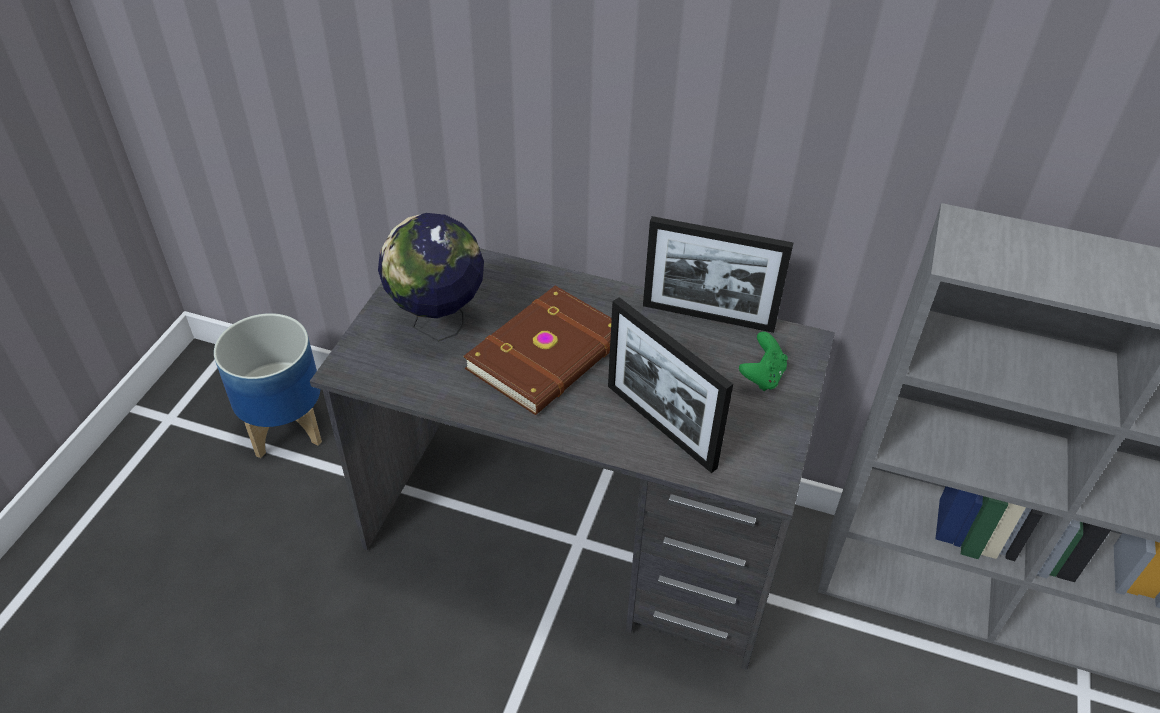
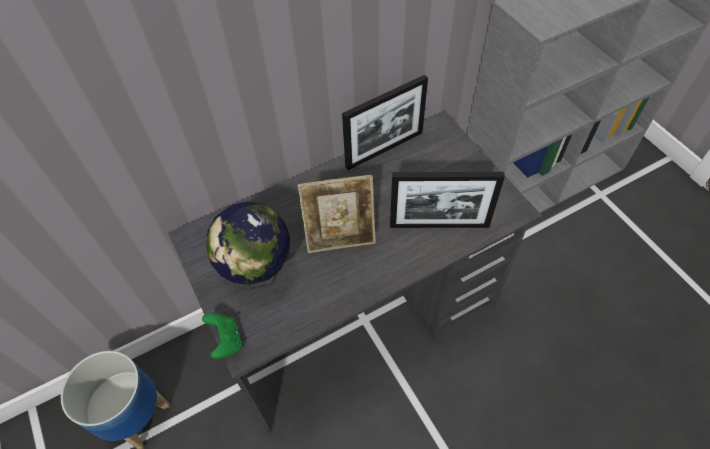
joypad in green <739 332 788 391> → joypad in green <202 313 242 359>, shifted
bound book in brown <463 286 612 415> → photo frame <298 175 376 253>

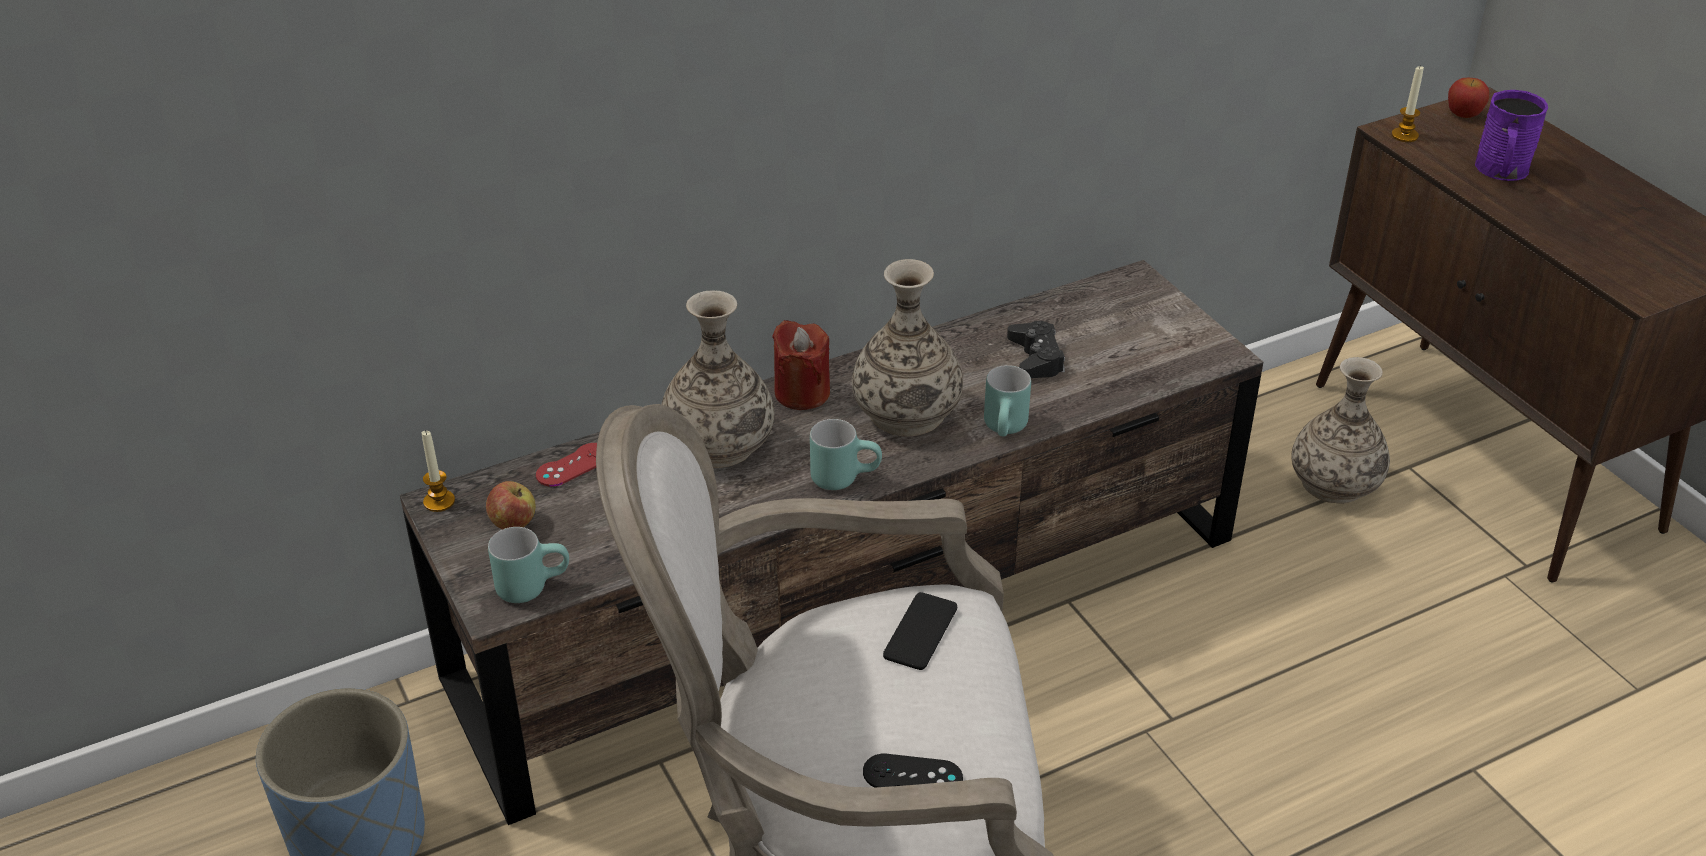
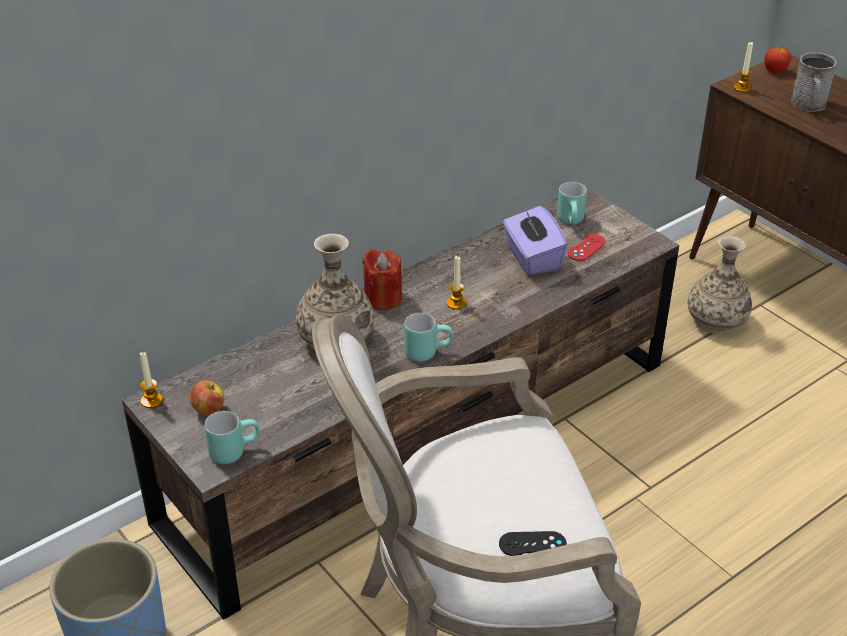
phone <883 592 957 670> → -
joypad in reddish <536 443 597 487> → joypad in reddish <568 234 606 261>, shifted
coffee mug in blue-green <984 365 1031 437> → coffee mug in blue-green <557 182 587 225>, shifted
vase <852 259 963 436> → candle <447 256 466 310>
joypad in black <1007 321 1065 378> → tissue box in purple <503 206 568 275>
coffee mug in purple <1475 90 1548 181> → coffee mug in greyish <791 52 837 112>

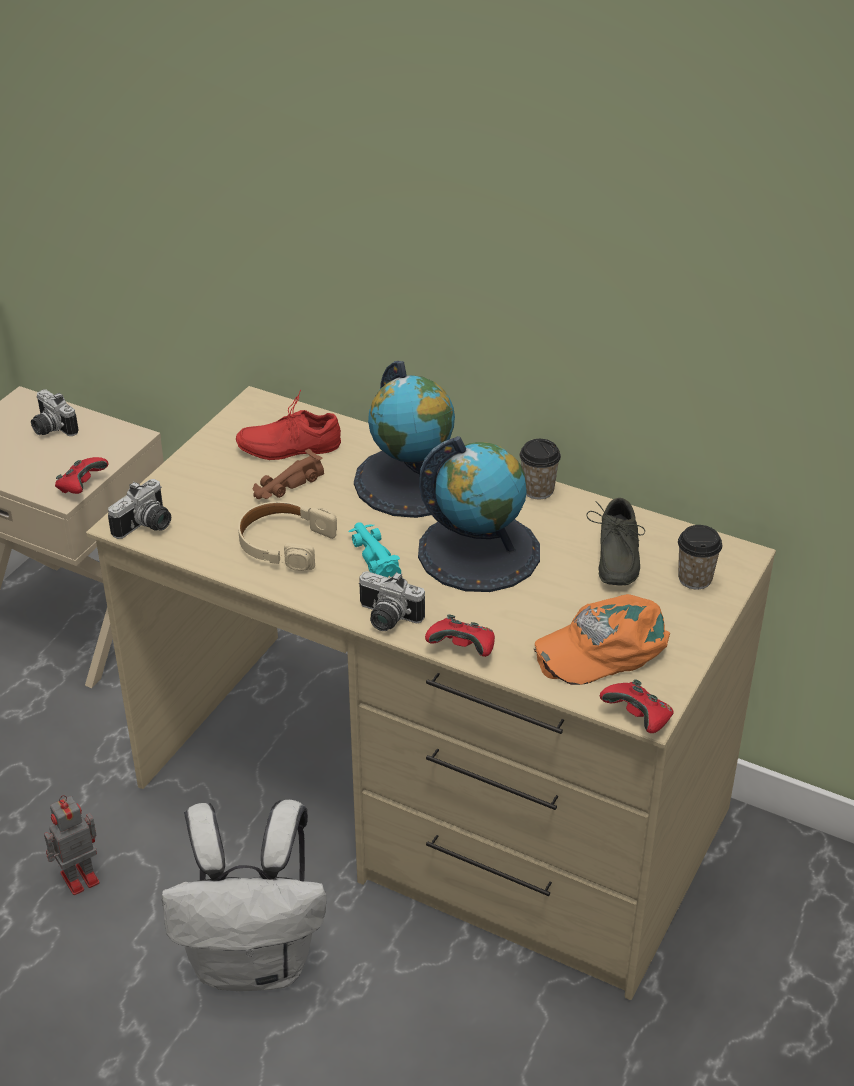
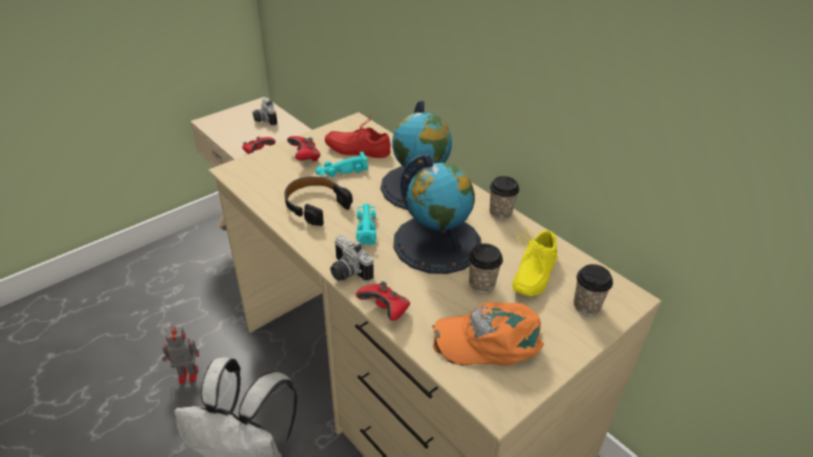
still camera <108 479 171 539> → -
- → cup <469 244 503 293>
joypad in reddish <600 679 674 733> → joypad in reddish <287 136 321 161>, shifted
pair of headphones in beige <238 502 337 571> → pair of headphones in black <285 177 353 226>
model car in brown <252 449 324 499> → model car in blue-green <315 151 368 177>
item of footwear in greyish <586 498 645 585> → item of footwear in yellow-coloured <512 227 559 296>

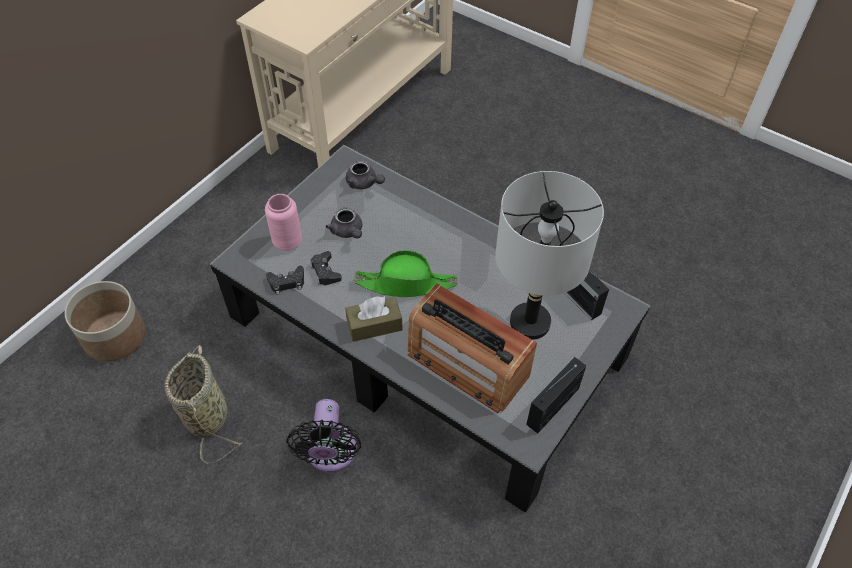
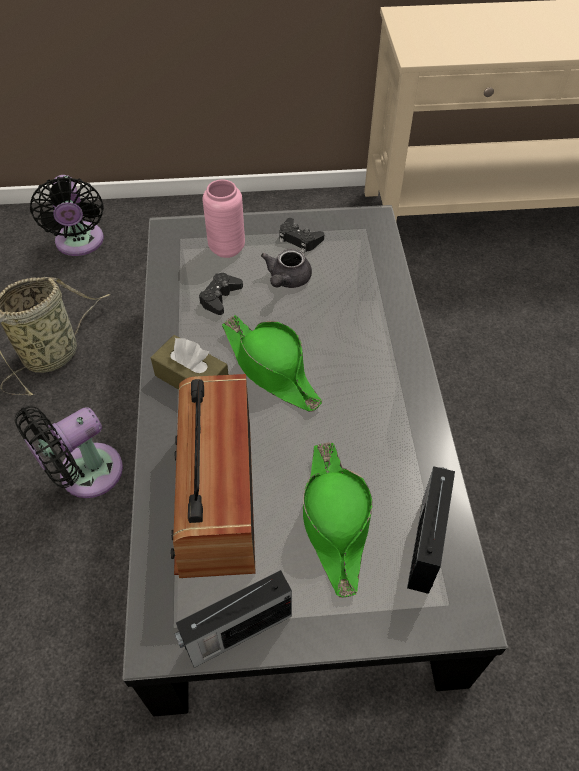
teapot in greyish <346 161 385 189> → -
joypad in black <266 266 304 295> → joypad in black <279 218 324 253>, shifted
flower pot <65 281 145 362> → electric fan in black <30 175 104 256>
tabletop lamp in greyish <495 171 604 340> → wearable hat in green <303 442 372 598>
radio set <526 357 586 434> → radio set <174 570 292 668>, 150 degrees clockwise

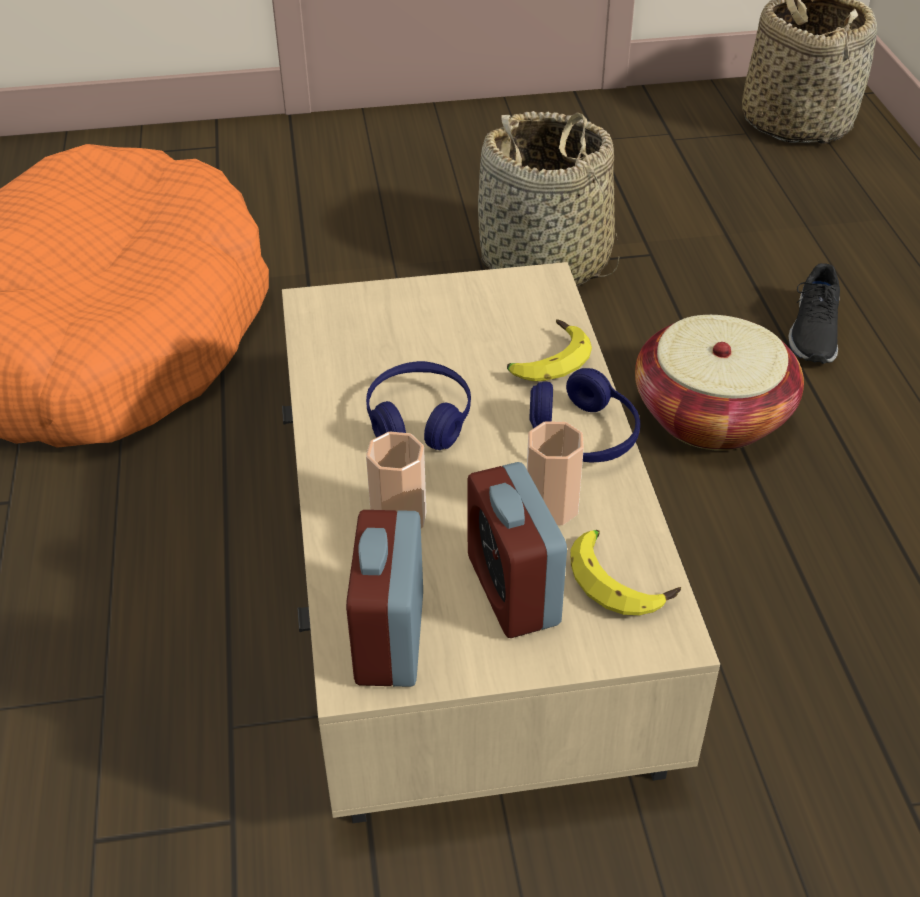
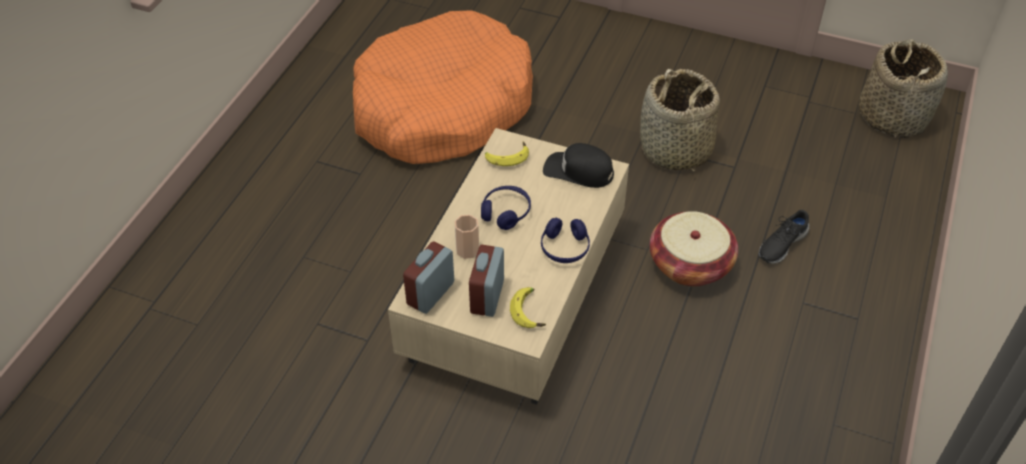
cup <527 421 584 525> → -
- → peaked cap in black <543 143 614 188>
banana fruit <507 319 592 381> → banana fruit <485 141 529 166>, shifted

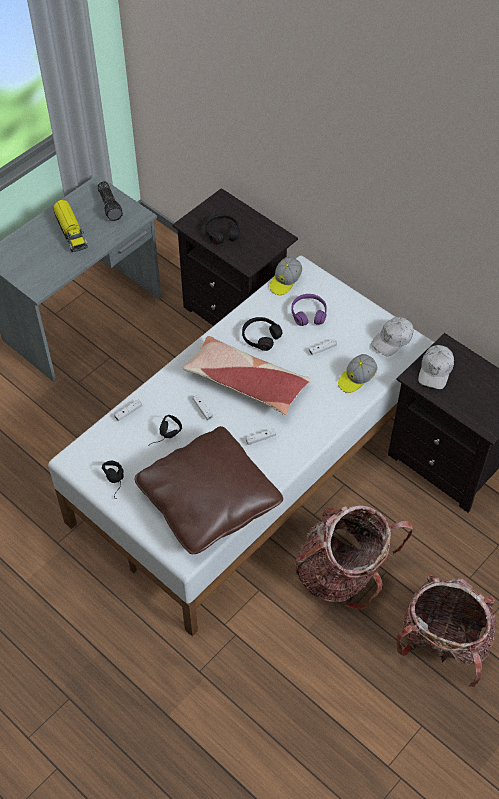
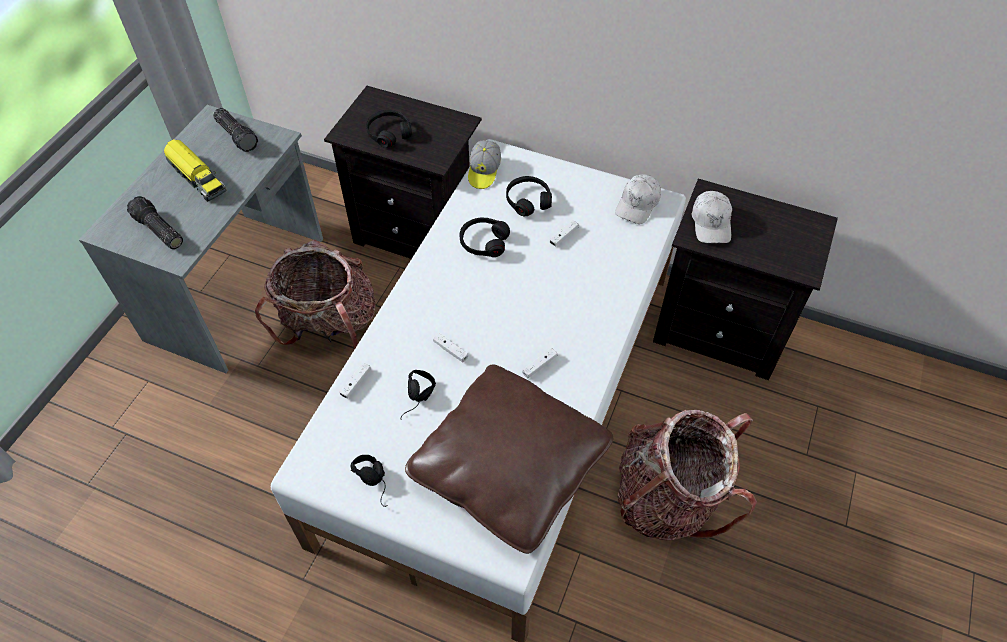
pillow <183 336 311 415> → -
peaked cap <338 354 378 393> → -
- → flashlight <127 196 183 249>
backpack <396 574 496 687> → backpack <255 240 376 350>, shifted
pair of headphones in purple <291 294 327 326> → pair of headphones in black <506 176 552 216>

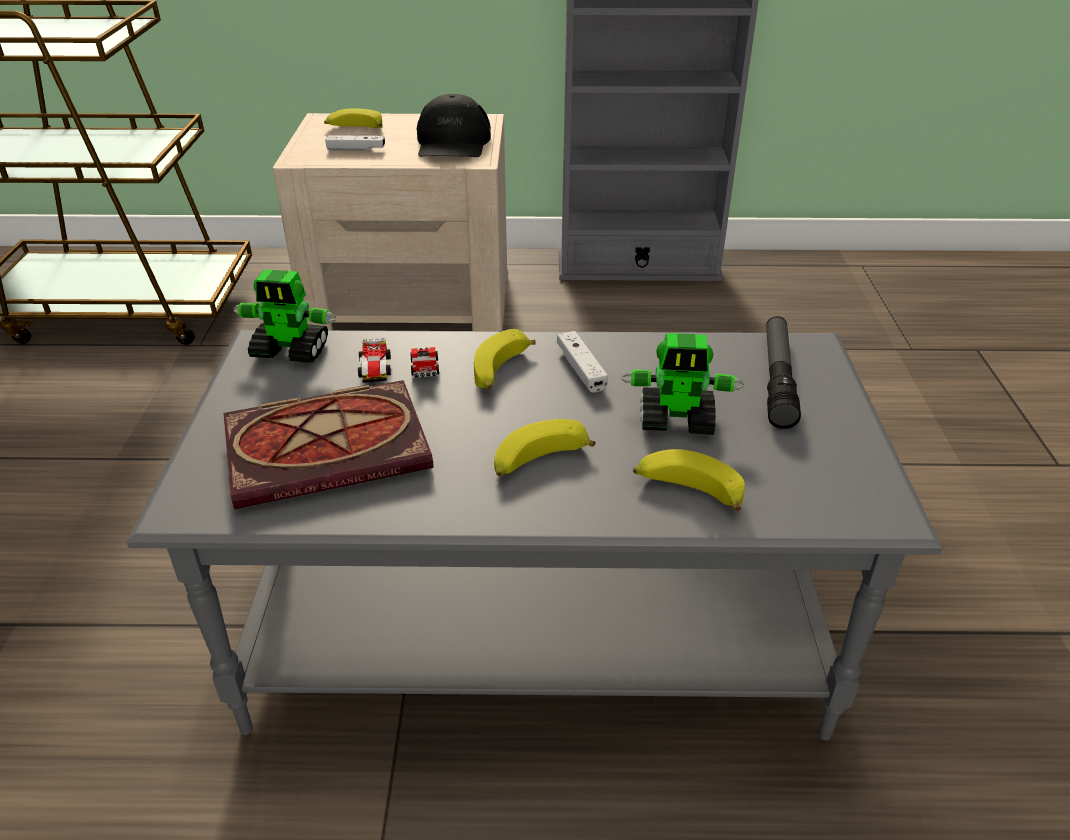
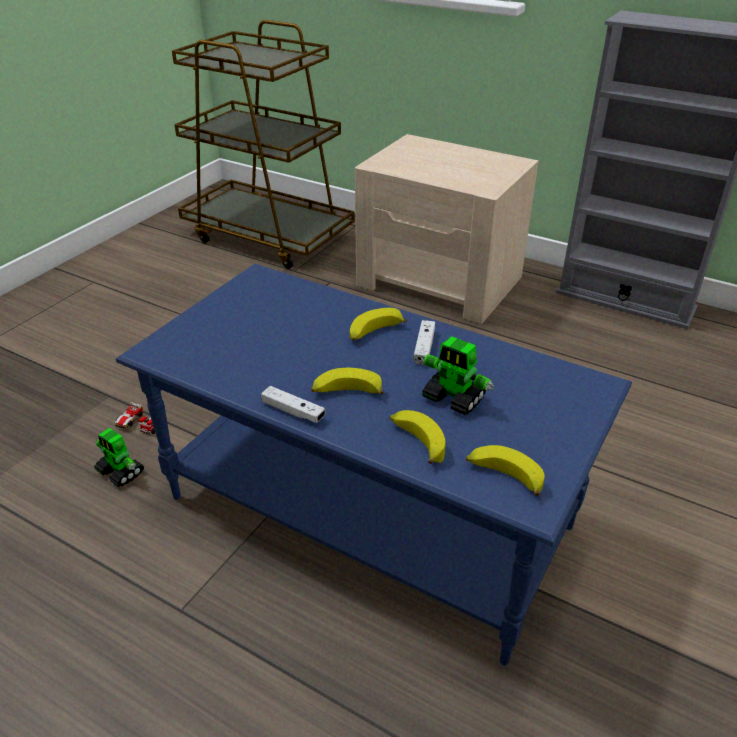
bound book <223 380 434 509> → -
peaked cap in black <417 94 491 157> → -
flashlight <766 316 801 429> → -
robot figure <233 269 336 363> → robot figure <94 428 144 487>, shifted
banana fruit <324 108 383 128> → banana fruit <466 445 544 496>, shifted
joypad in white <325 135 385 151> → joypad in white <261 386 325 423>, shifted
model car <358 337 439 383> → model car <115 402 155 435>, shifted
coffee table in greyish <126 330 943 740> → coffee table in blue <116 264 632 666>

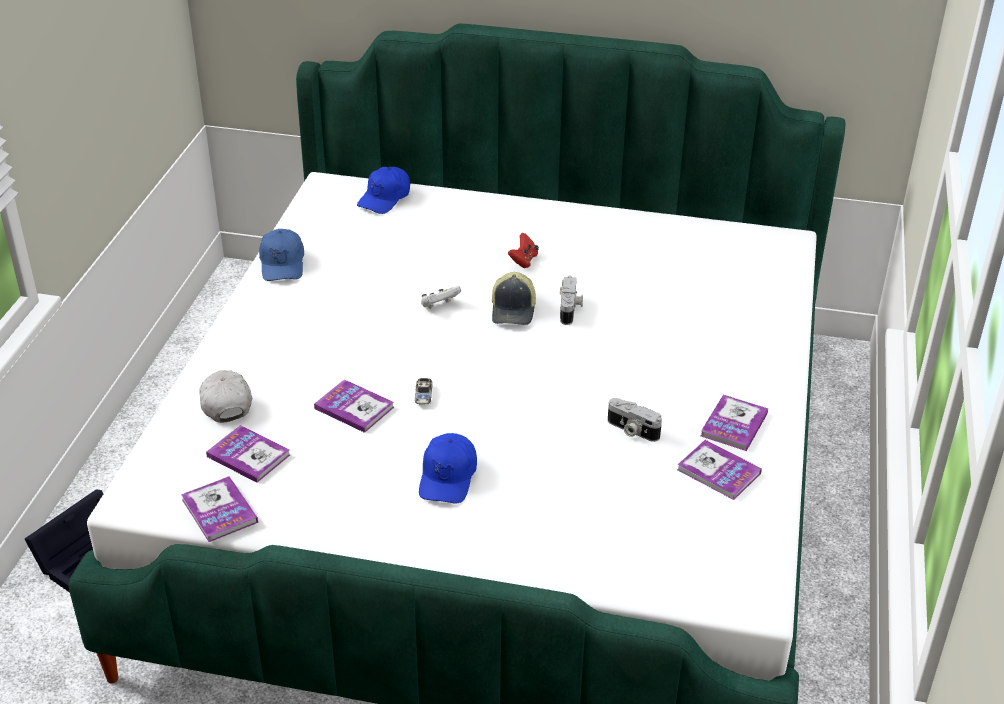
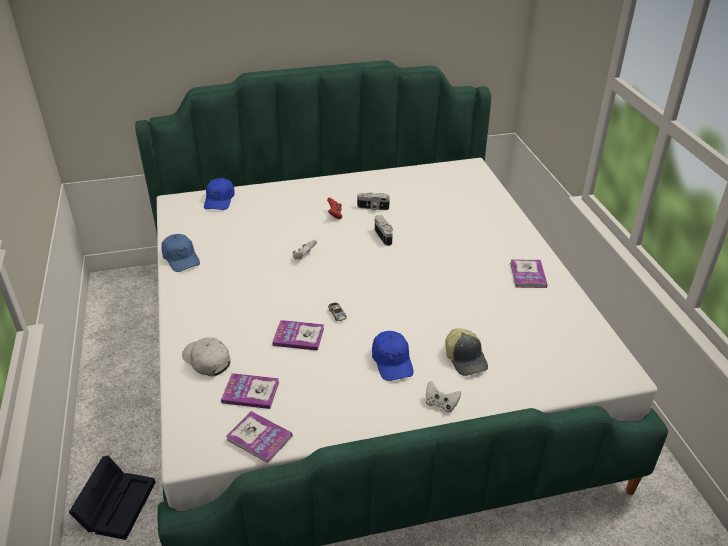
bound book <677 440 762 500> → -
- → joypad in white <426 381 461 413>
peaked cap <492 272 536 325> → peaked cap <445 328 488 376>, shifted
still camera <608 398 662 442> → still camera <357 192 390 210>, shifted

